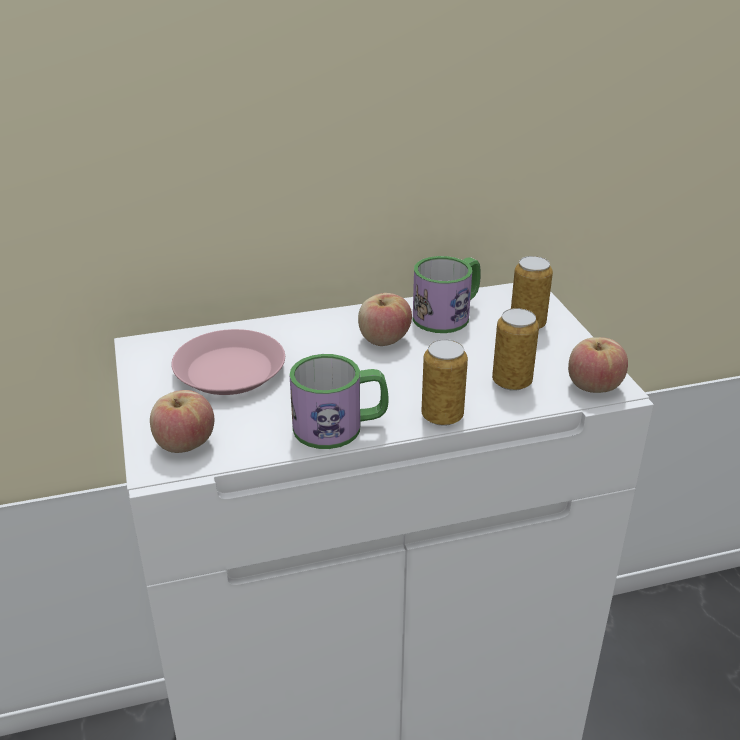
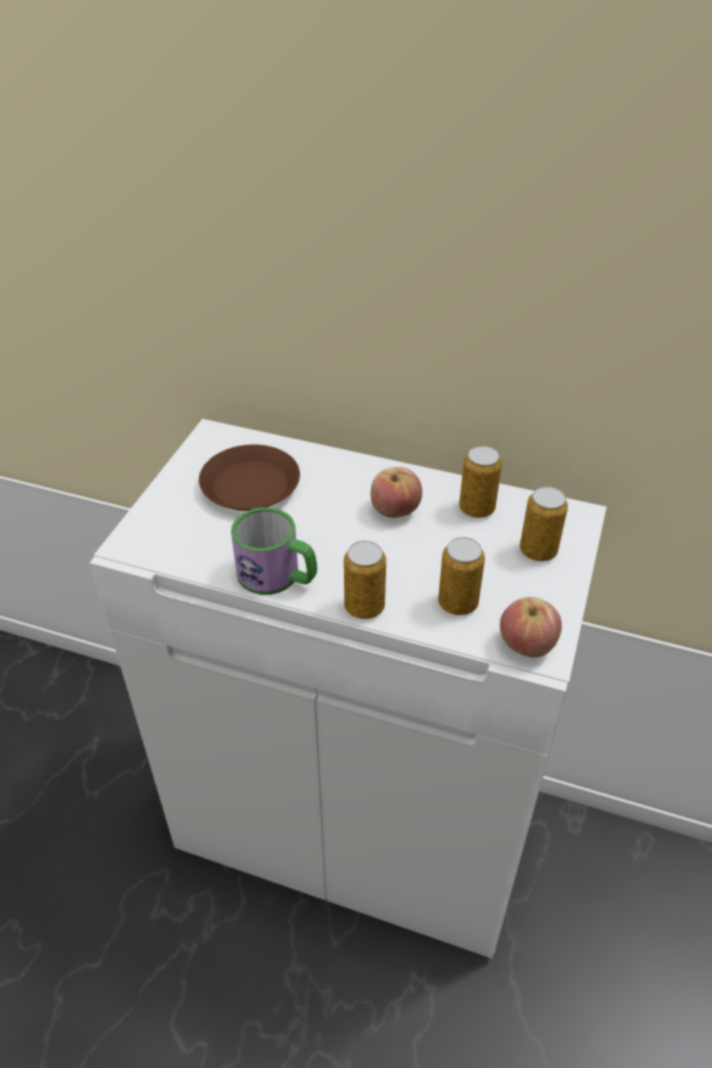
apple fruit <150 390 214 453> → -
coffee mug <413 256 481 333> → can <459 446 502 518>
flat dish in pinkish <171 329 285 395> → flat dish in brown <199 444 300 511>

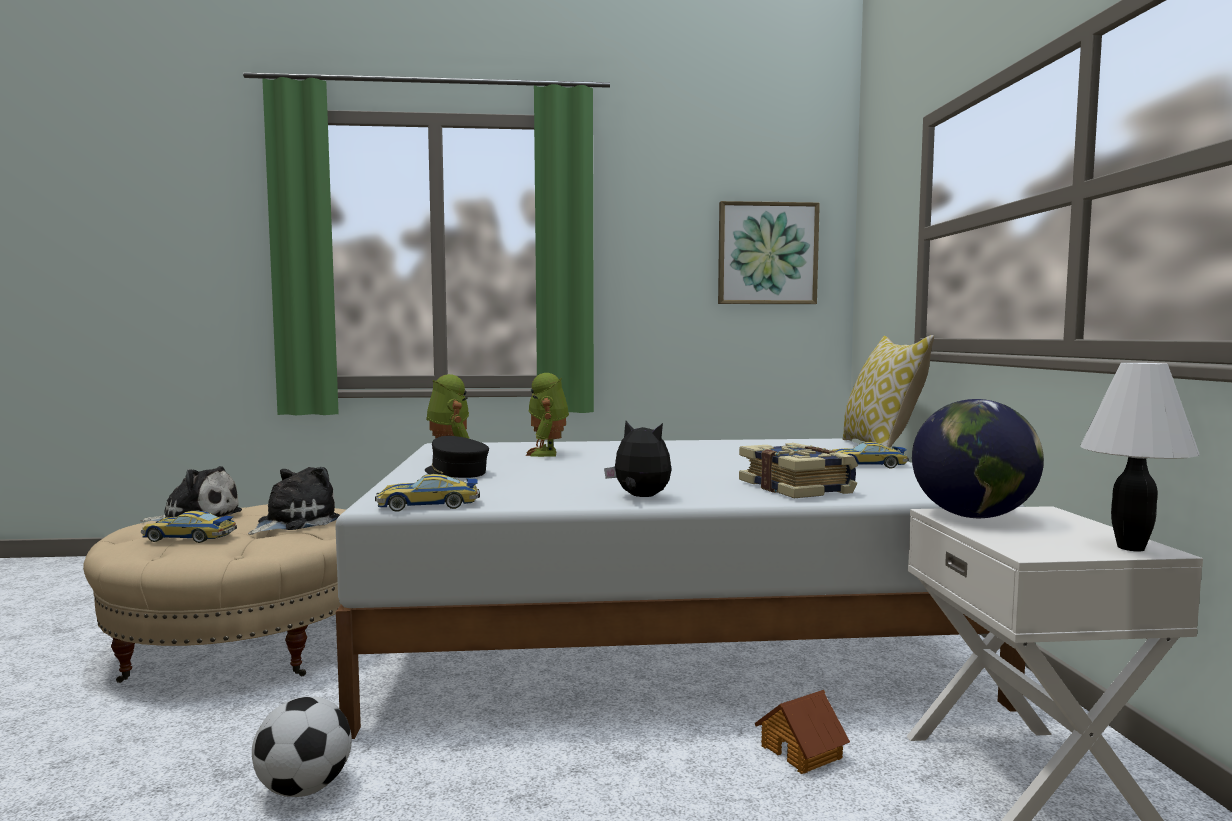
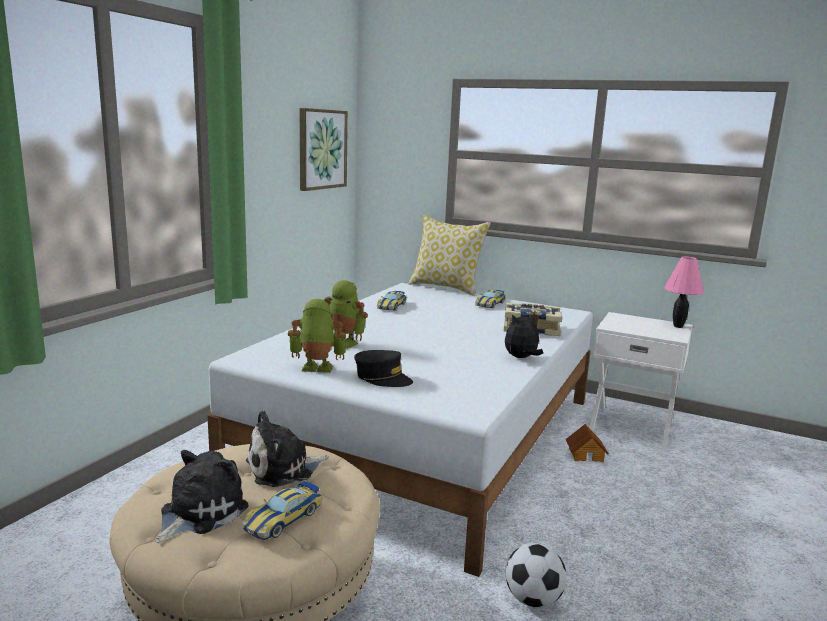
world globe <912 399 1044 518> → -
model car <375 474 480 512> → model car <377 291 407 311>, shifted
tabletop lamp in white <1080 363 1199 552> → tabletop lamp in pinkish <664 257 704 328>
cuddly toy <248 467 340 535> → cuddly toy <246 411 329 487>, 90 degrees counterclockwise
peaked cap in black <425 436 489 478> → peaked cap in black <354 350 413 387>, 135 degrees counterclockwise

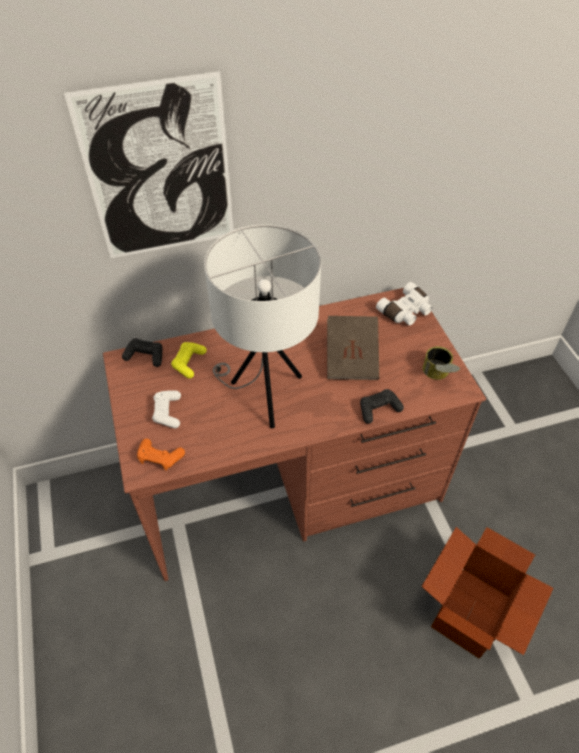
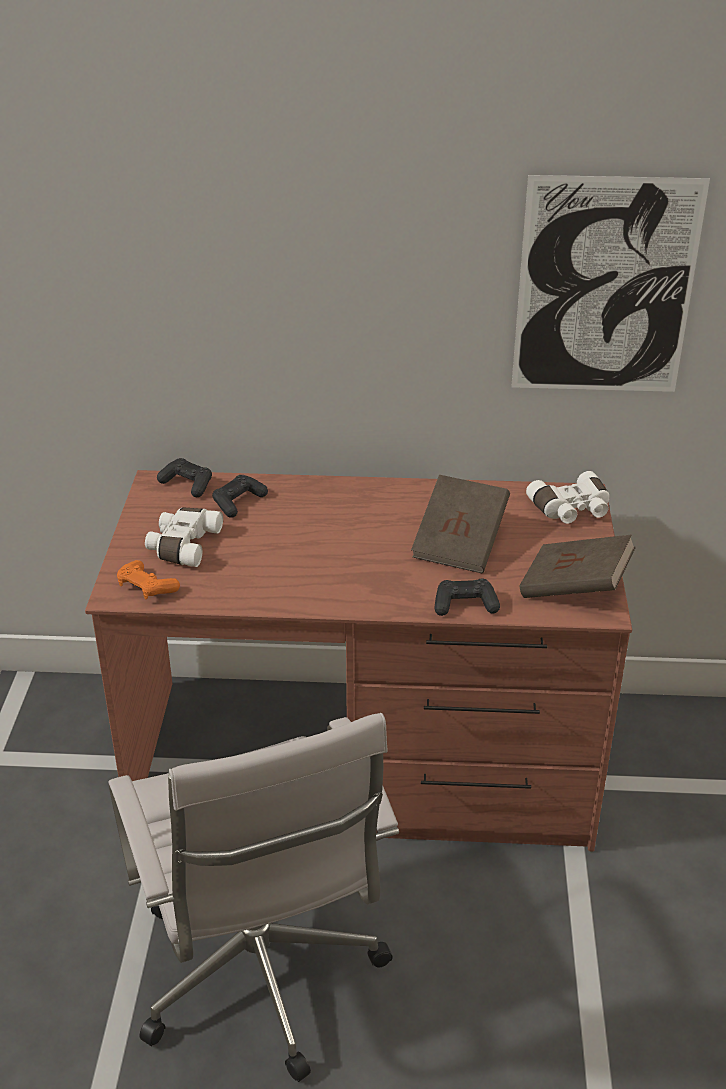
tabletop lamp in white <204 224 321 428> → -
packing box <421 527 553 659> → -
- → desk chair in white <108 712 399 1082>
wall art <64 71 233 258> → wall art <511 175 710 392>, shifted
joypad in white <152 391 181 428> → field glasses in white <145 508 223 567>
can <423 346 460 380> → bound book in brown <519 535 636 598>
joypad in yellow-coloured <171 342 207 379> → joypad in black <212 475 268 518>

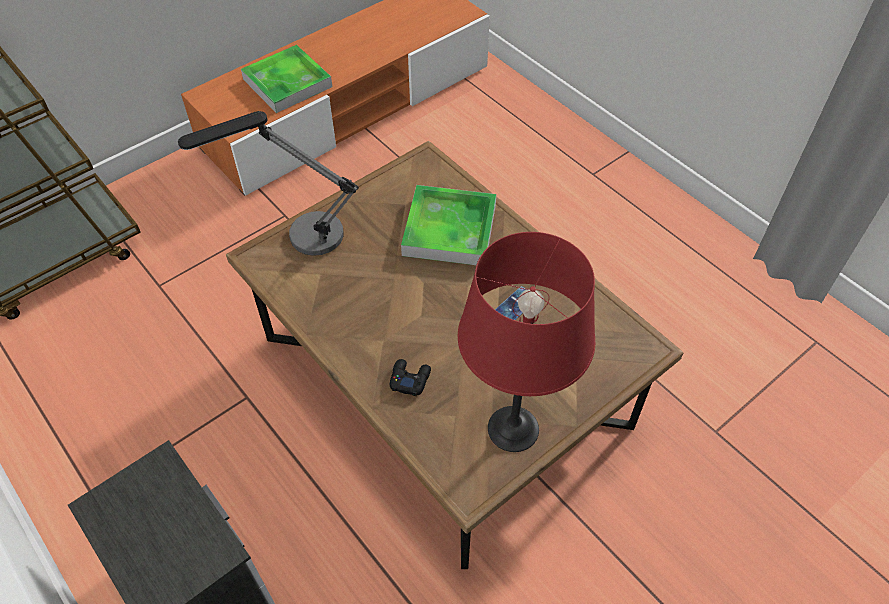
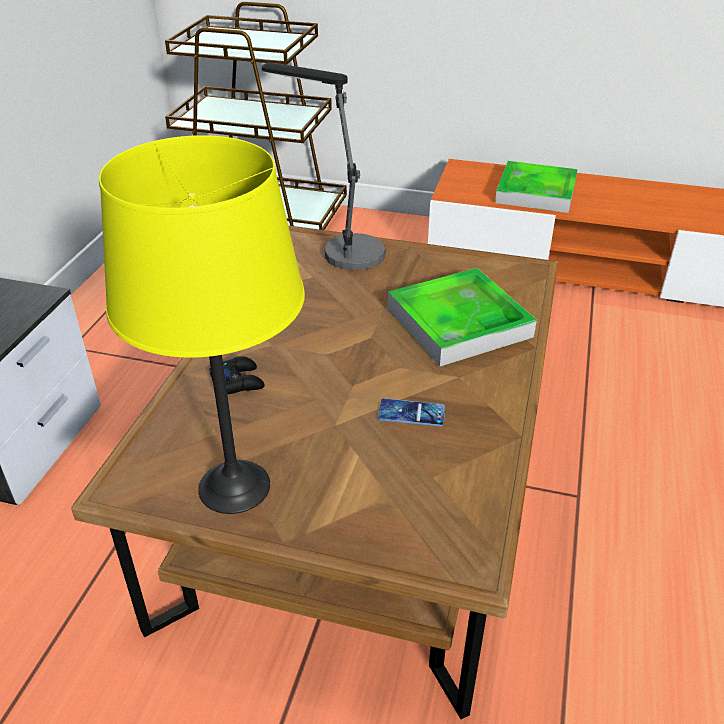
tabletop lamp in reddish <458 232 595 452> → tabletop lamp in yellow-coloured <99 135 305 514>

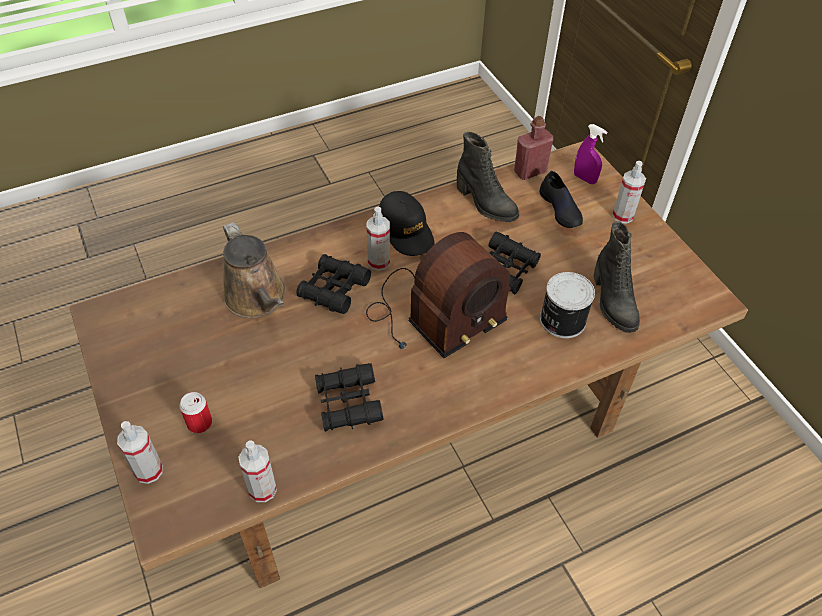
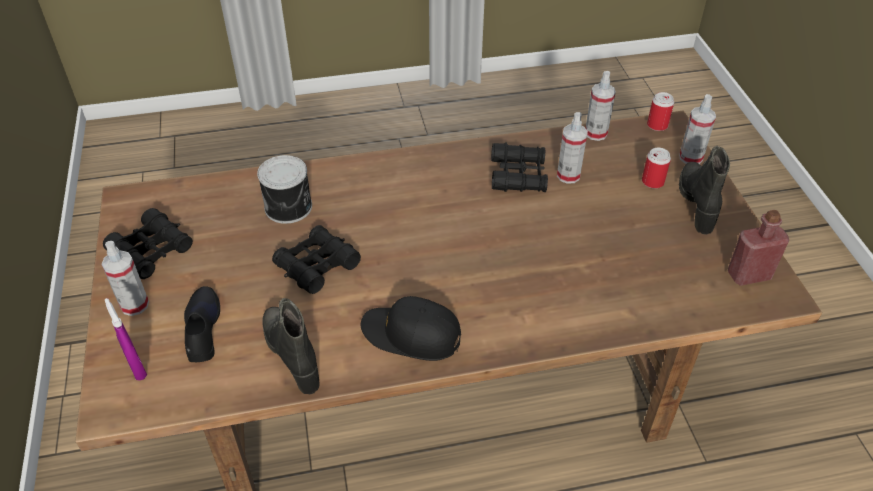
watering can in brown <223 222 285 318> → -
radio set <366 232 511 358> → -
- → can <647 92 674 131>
field glasses in black <296 254 371 314> → field glasses in black <103 208 193 279>, shifted
sprayer <367 207 390 271> → sprayer <557 112 588 184>, shifted
drink bottle in reddish <514 116 554 180> → drink bottle in reddish <728 210 789 286>, shifted
tall boot in black <594 221 640 333> → tall boot in black <679 146 730 235>, shifted
peaked cap in black <379 191 434 256> → peaked cap in black <361 296 461 361>, 60 degrees counterclockwise

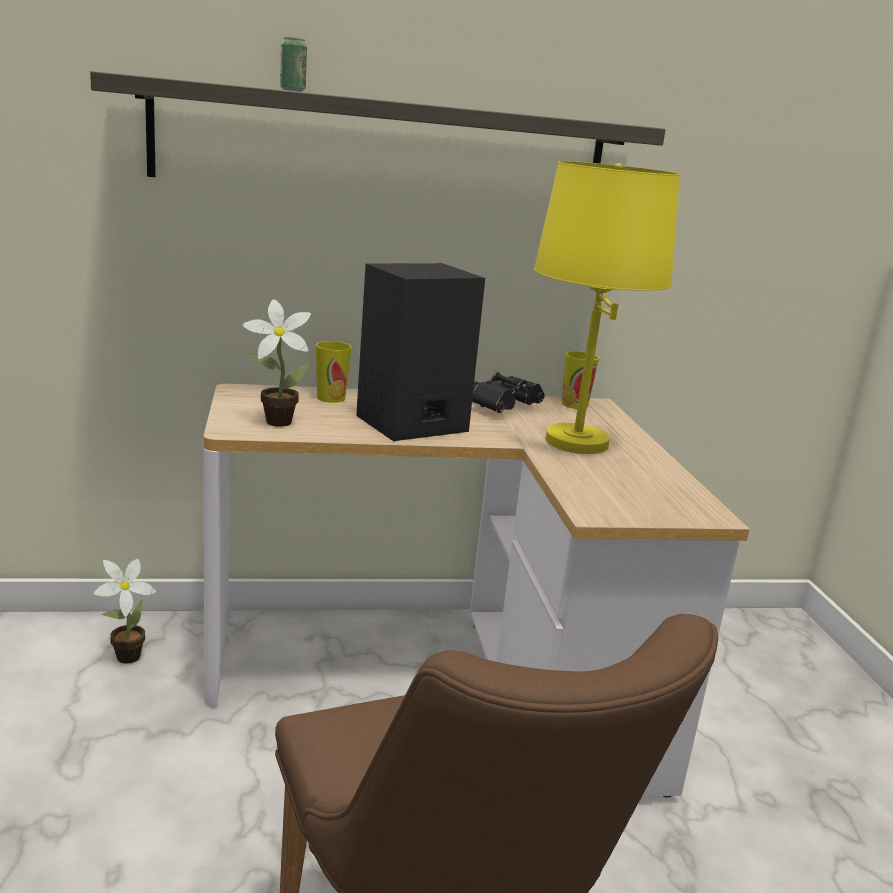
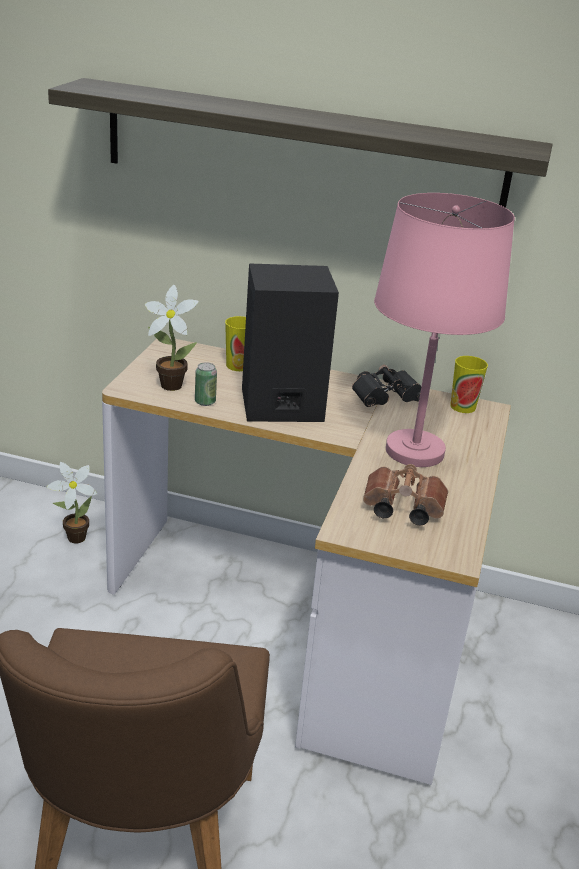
- → field glasses in brown <363 464 448 526>
can <280 37 307 92> → can <195 362 217 406>, shifted
tabletop lamp in yellow-coloured <534 161 680 454> → tabletop lamp in pinkish <374 193 515 467>

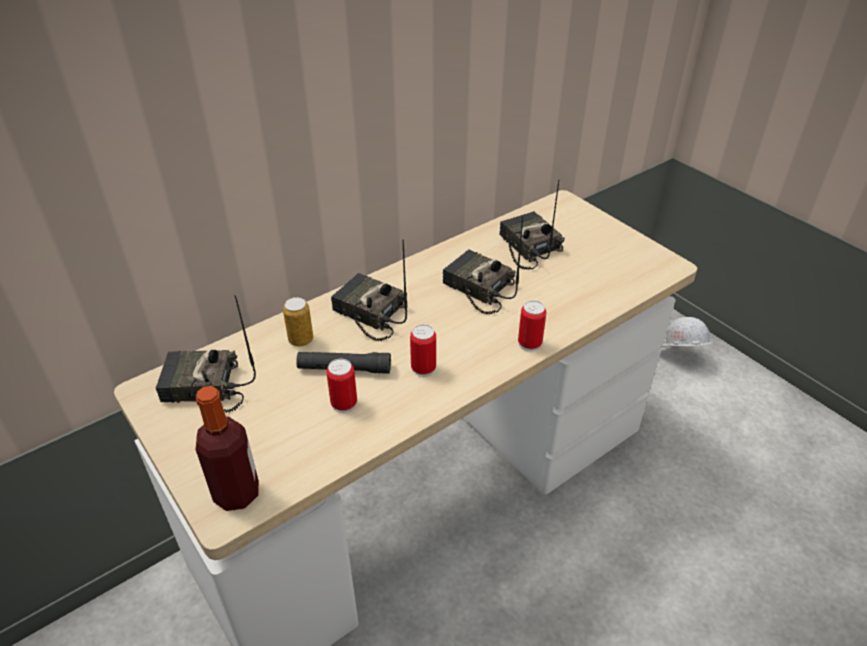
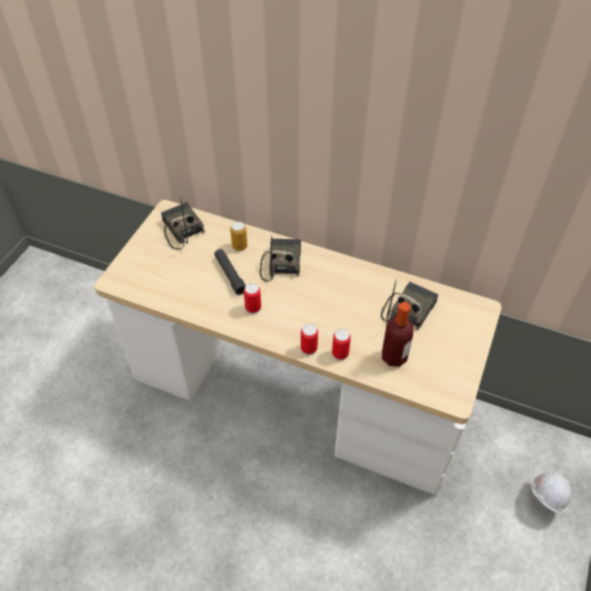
radio set <443 216 523 315> → -
drink bottle <195 386 259 511> → drink bottle <382 302 413 367>, shifted
can <326 359 357 413> → can <332 329 351 361>, shifted

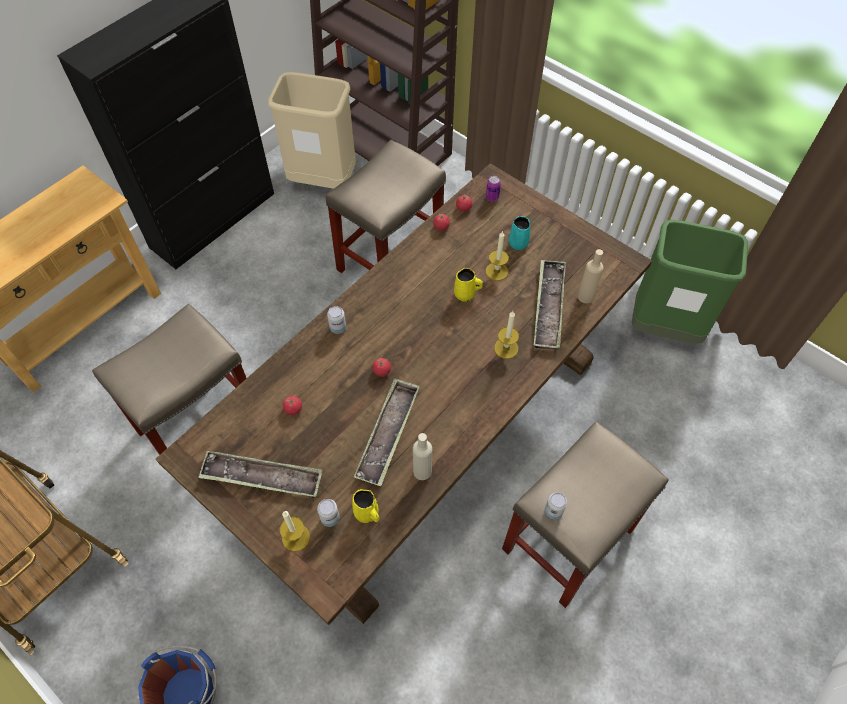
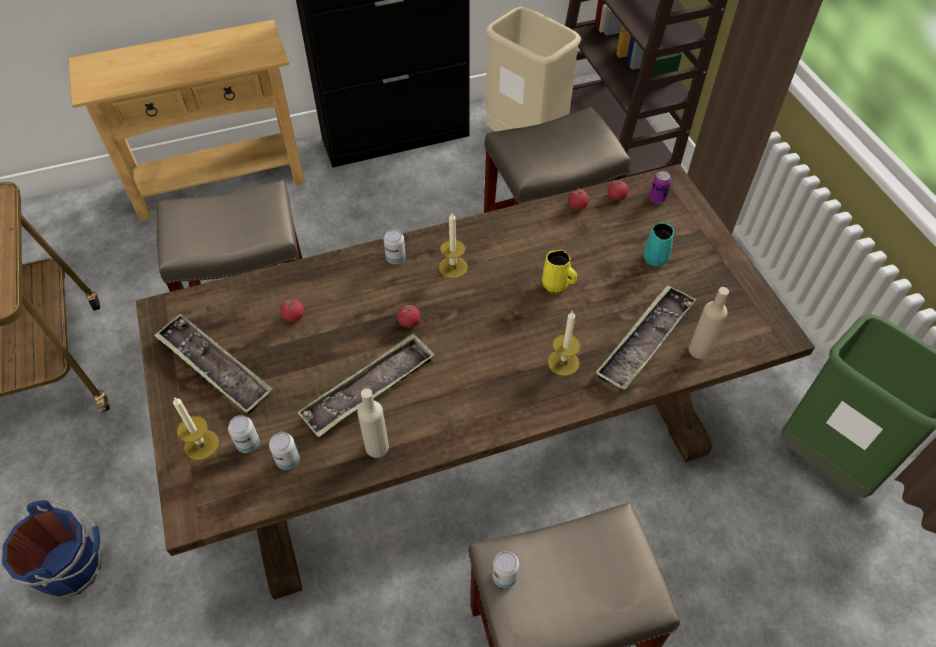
candle <486 231 509 281> → candle <439 213 468 279>, shifted
coffee mug in yellow-coloured <352 489 379 523> → can <269 432 300 470>

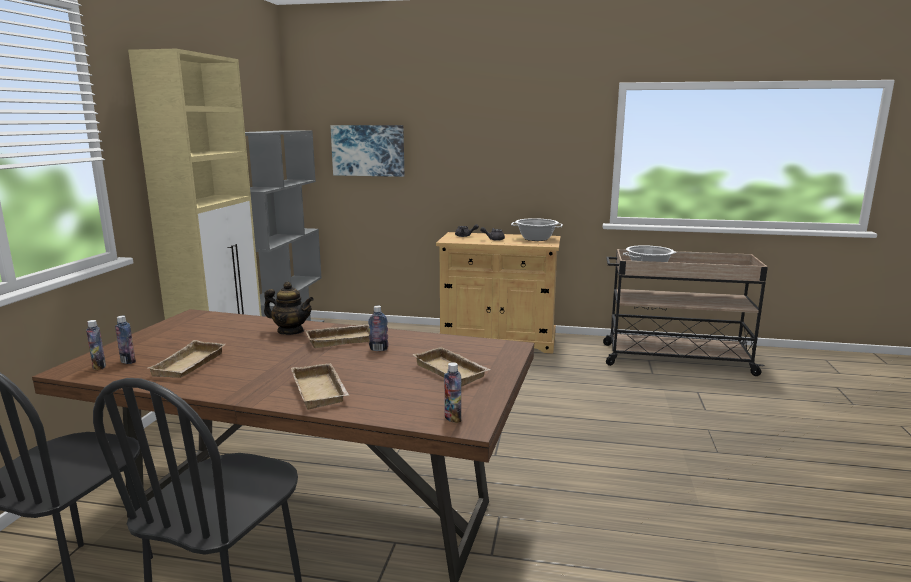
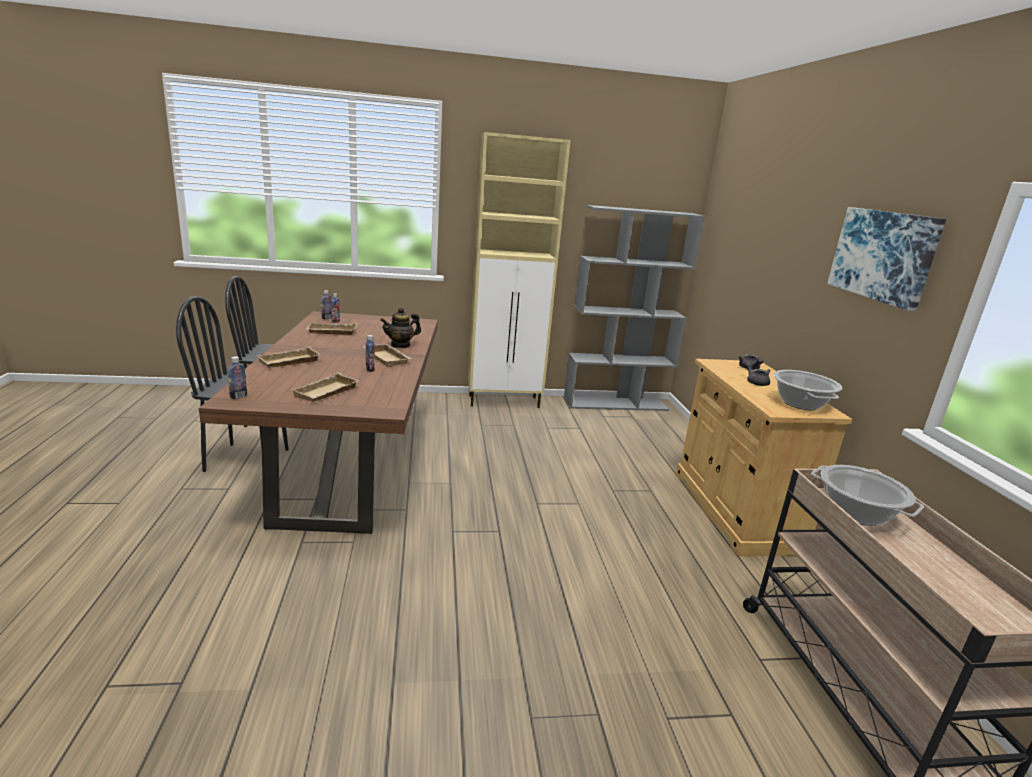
wall art <331 125 404 177> → wall art <827 207 946 311>, shifted
teapot <264 282 314 335> → teapot <380 307 421 348>, 60 degrees clockwise

